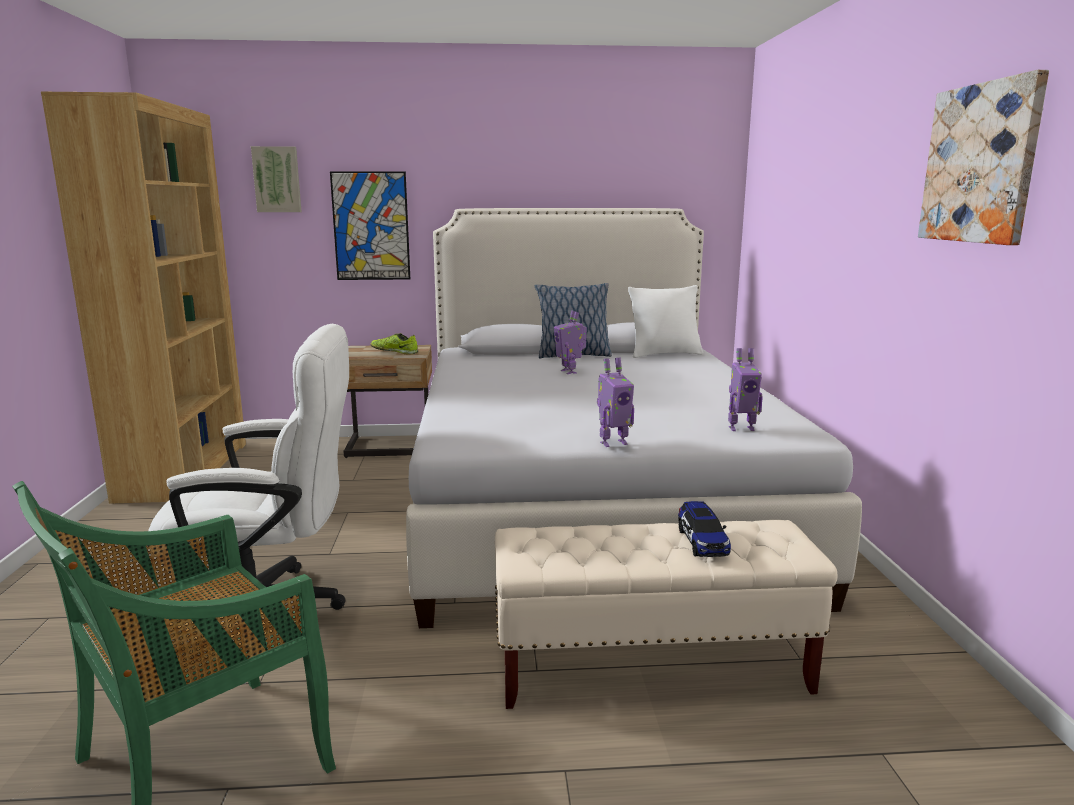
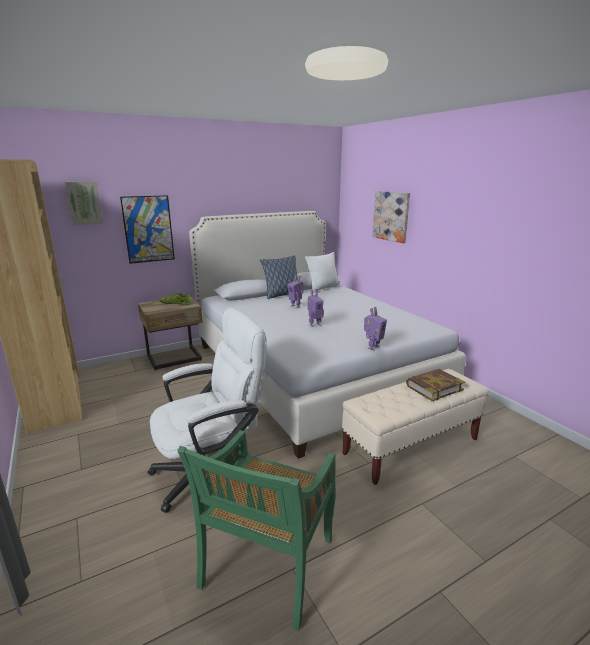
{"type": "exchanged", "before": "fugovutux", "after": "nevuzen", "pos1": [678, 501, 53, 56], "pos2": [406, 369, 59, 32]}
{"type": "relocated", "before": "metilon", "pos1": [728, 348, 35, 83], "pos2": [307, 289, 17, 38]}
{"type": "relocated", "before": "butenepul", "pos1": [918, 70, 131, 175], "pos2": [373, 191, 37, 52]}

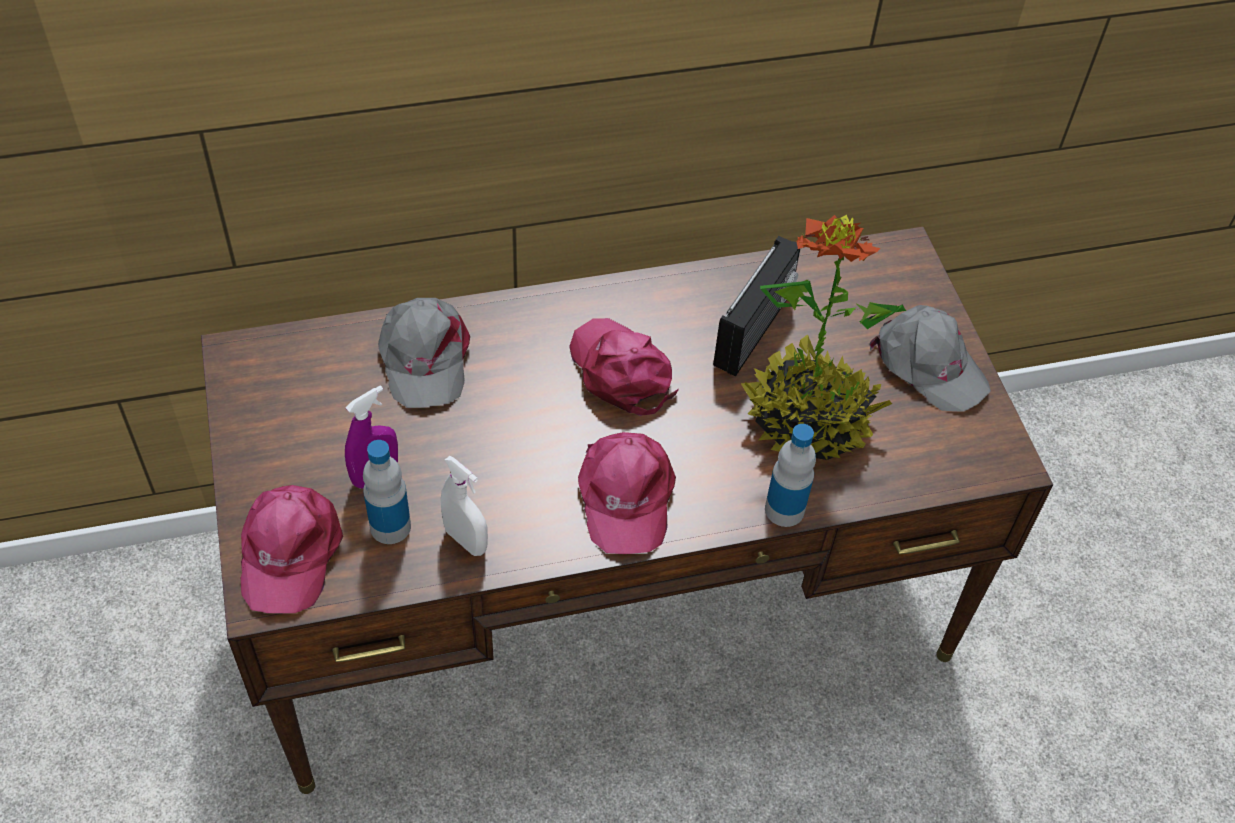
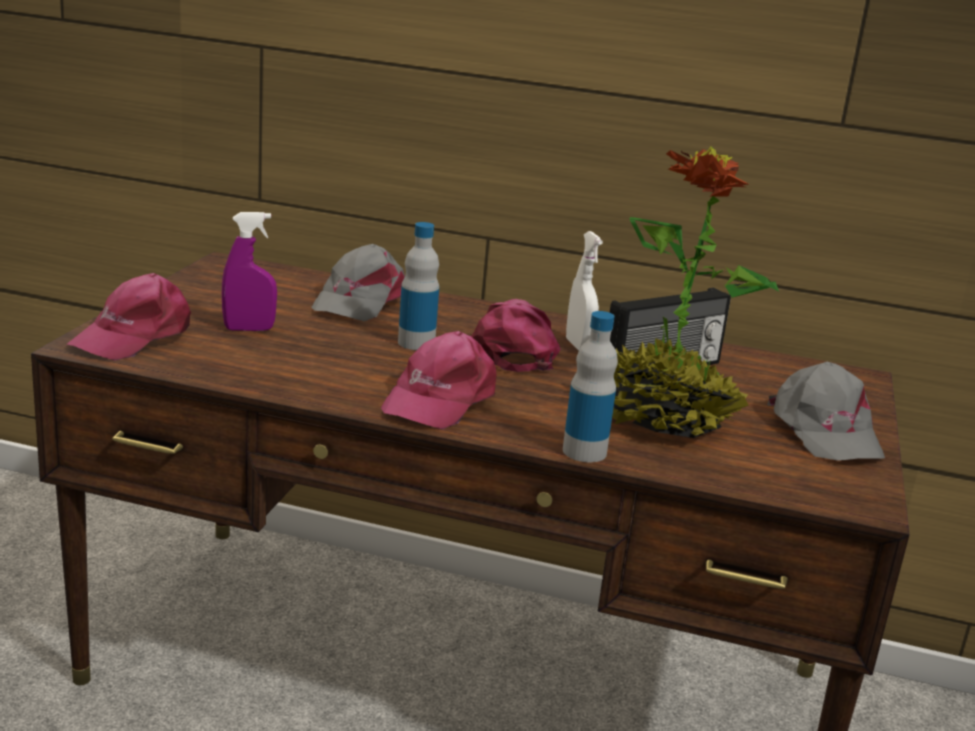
{"type": "relocated", "before": "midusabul", "pos1": [363, 440, 48, 104], "pos2": [398, 222, 41, 128]}
{"type": "relocated", "before": "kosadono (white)", "pos1": [441, 456, 47, 100], "pos2": [566, 231, 37, 119]}

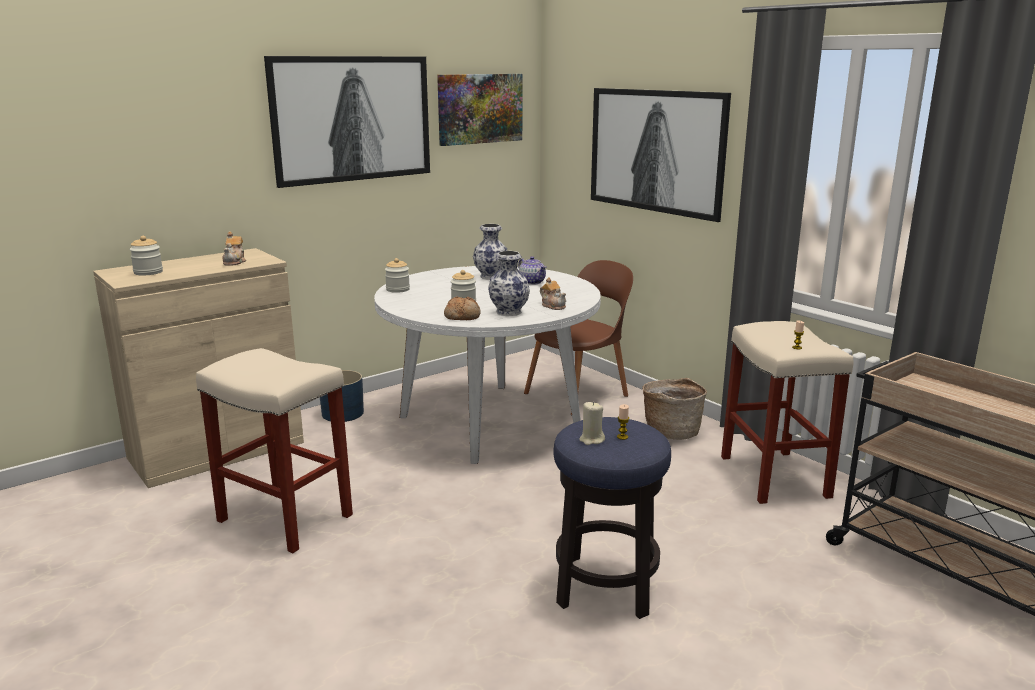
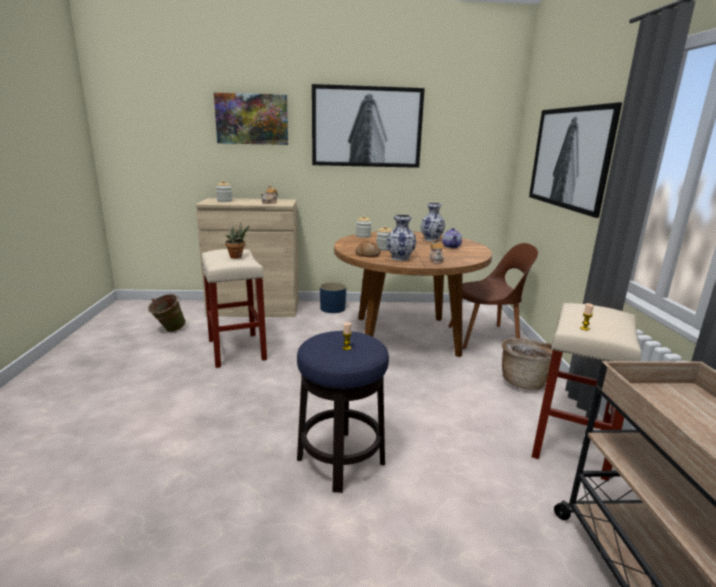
{"type": "colour", "before": "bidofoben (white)", "after": "bidofoben (brown)", "pos1": [374, 266, 227, 198], "pos2": [334, 231, 158, 126]}
{"type": "relocated", "before": "butenepul", "pos1": [437, 74, 85, 72], "pos2": [214, 92, 74, 53]}
{"type": "missing", "before": "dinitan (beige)", "pos1": [579, 402, 26, 43]}
{"type": "appeared", "after": "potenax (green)", "pos2": [148, 294, 38, 38]}
{"type": "appeared", "after": "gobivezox", "pos2": [225, 224, 25, 34]}

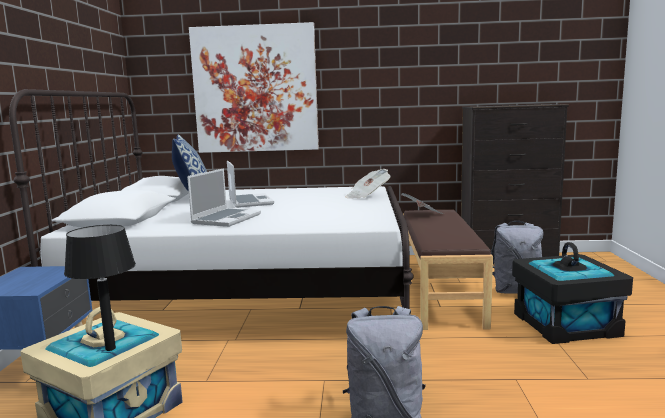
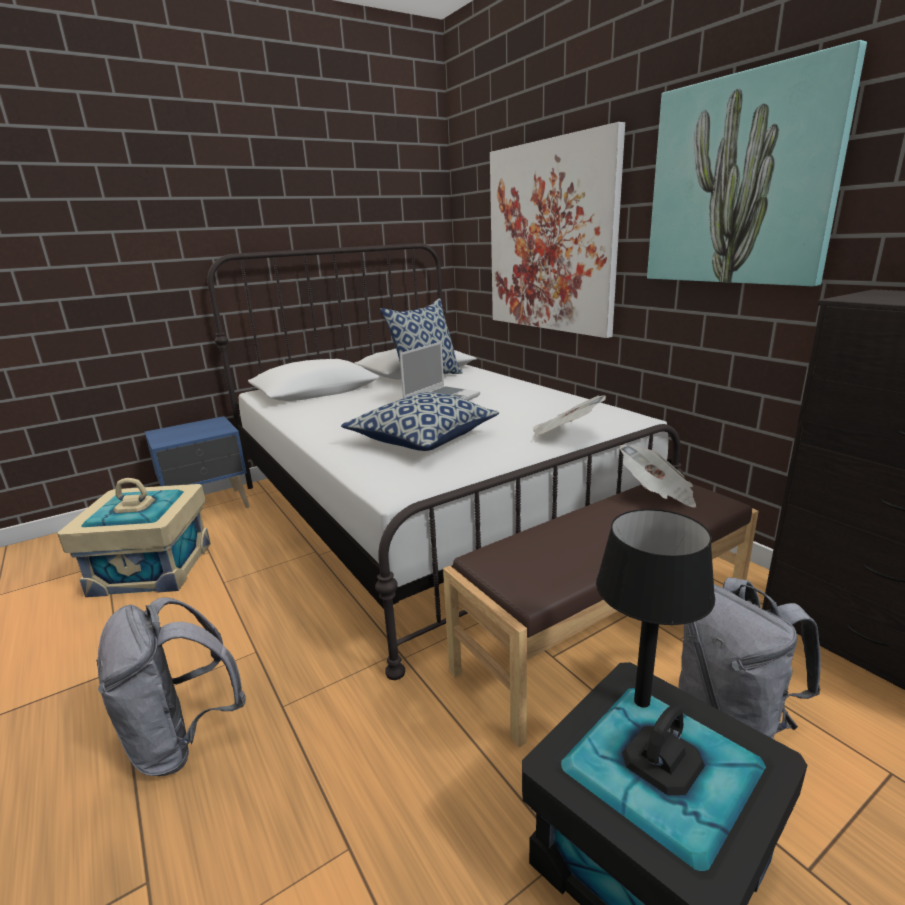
{"type": "relocated", "before": "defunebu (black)", "pos1": [64, 225, 72, 126], "pos2": [596, 509, 119, 199]}
{"type": "missing", "before": "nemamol", "pos1": [187, 168, 74, 59]}
{"type": "appeared", "after": "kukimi", "pos2": [341, 392, 158, 59]}
{"type": "appeared", "after": "butenepul", "pos2": [647, 40, 220, 246]}

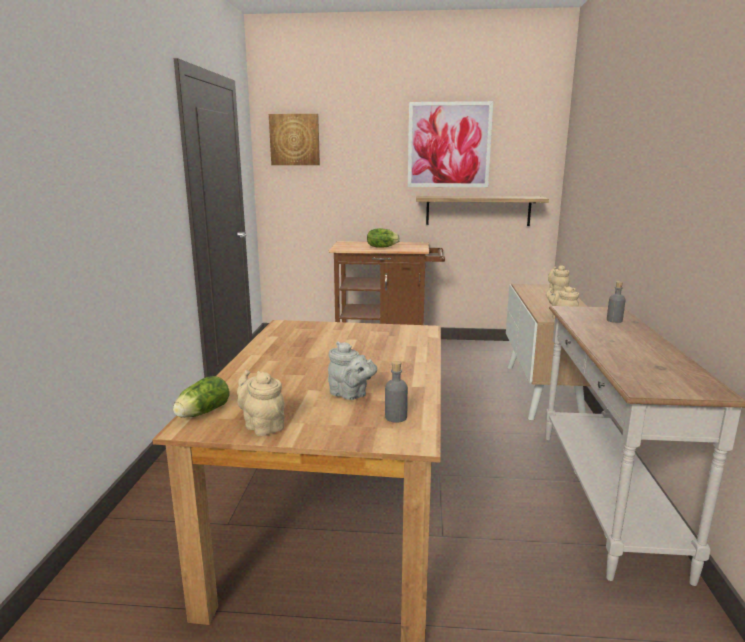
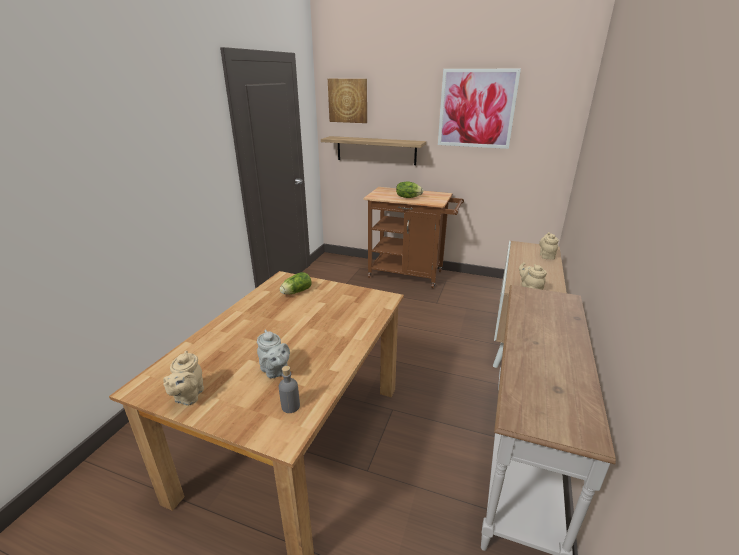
{"type": "relocated", "before": "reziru", "pos1": [173, 376, 56, 42], "pos2": [280, 272, 32, 22]}
{"type": "spun", "before": "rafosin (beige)", "pos1": [237, 370, 48, 66], "pos2": [163, 350, 41, 56], "turn": -150}
{"type": "relocated", "before": "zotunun", "pos1": [416, 196, 133, 30], "pos2": [321, 136, 105, 29]}
{"type": "missing", "before": "midusabul (grey)", "pos1": [607, 281, 19, 42]}

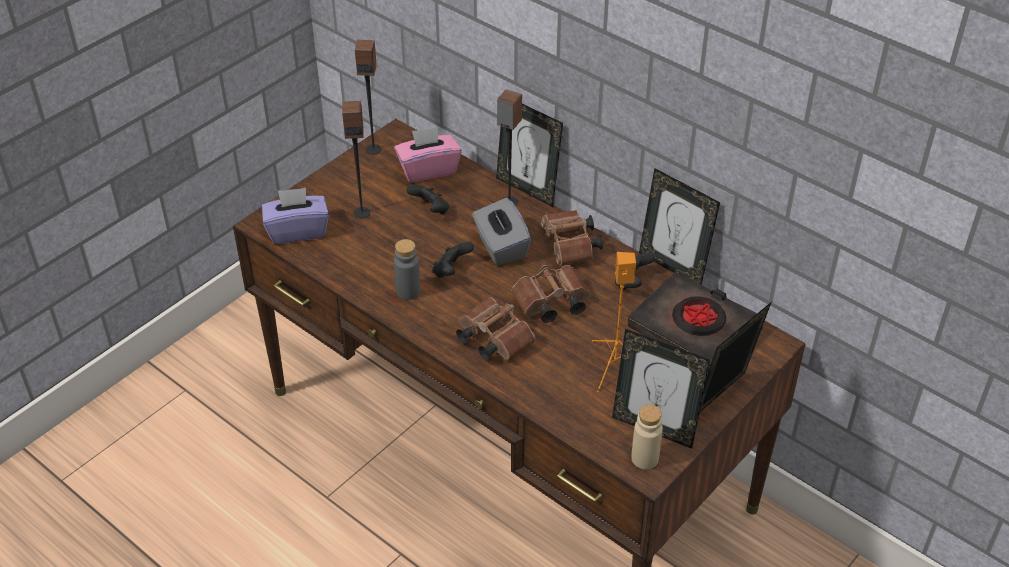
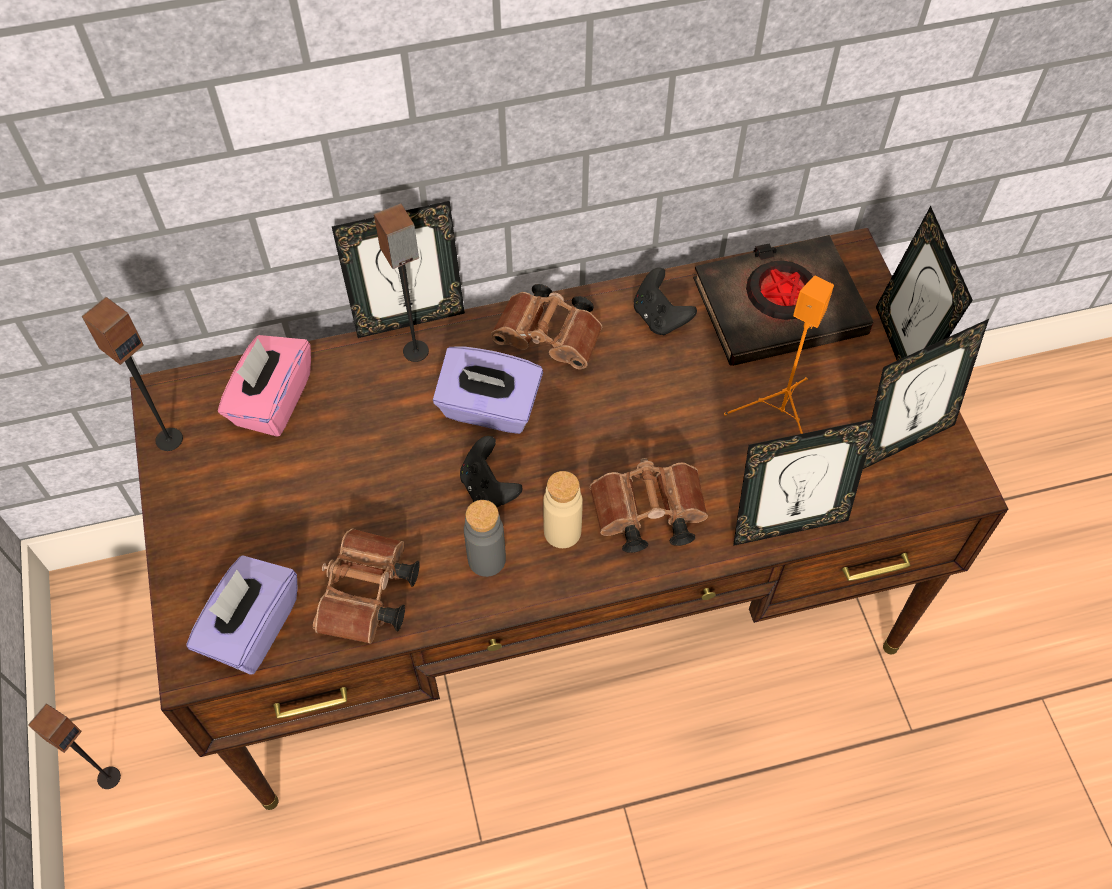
{"type": "relocated", "before": "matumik", "pos1": [342, 101, 29, 117], "pos2": [28, 704, 93, 85]}
{"type": "missing", "before": "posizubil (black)", "pos1": [406, 185, 43, 29]}
{"type": "colour", "before": "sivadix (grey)", "after": "sivadix (purple)", "pos1": [472, 198, 59, 67], "pos2": [433, 346, 110, 88]}
{"type": "relocated", "before": "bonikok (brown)", "pos1": [511, 265, 80, 58], "pos2": [313, 528, 107, 116]}
{"type": "relocated", "before": "midusabul (beige)", "pos1": [631, 404, 32, 65], "pos2": [543, 471, 40, 77]}
{"type": "relocated", "before": "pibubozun", "pos1": [639, 168, 81, 117], "pos2": [733, 418, 144, 128]}

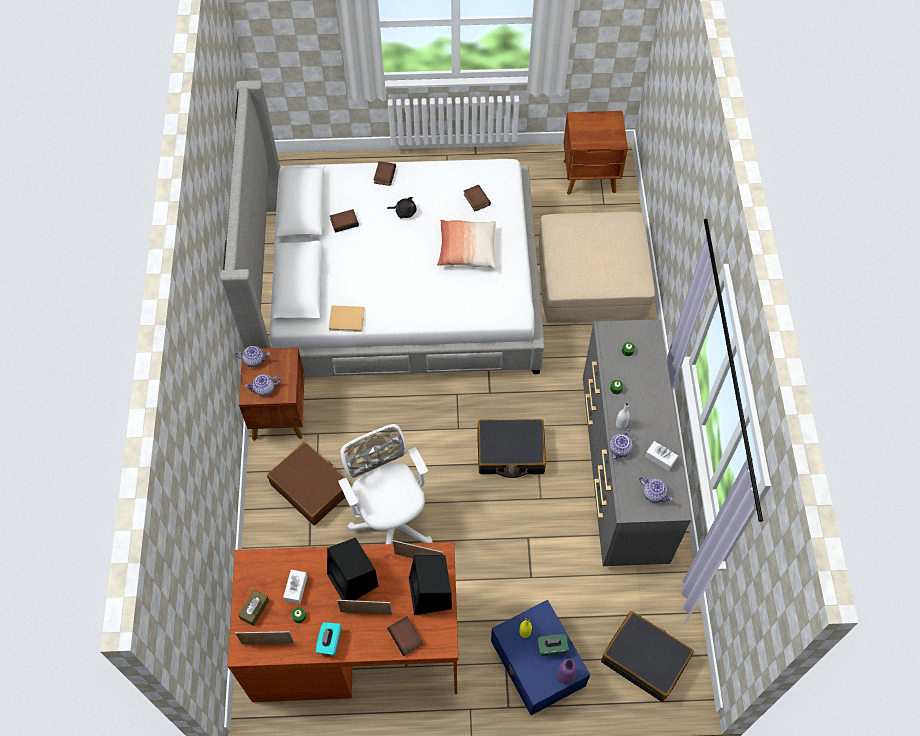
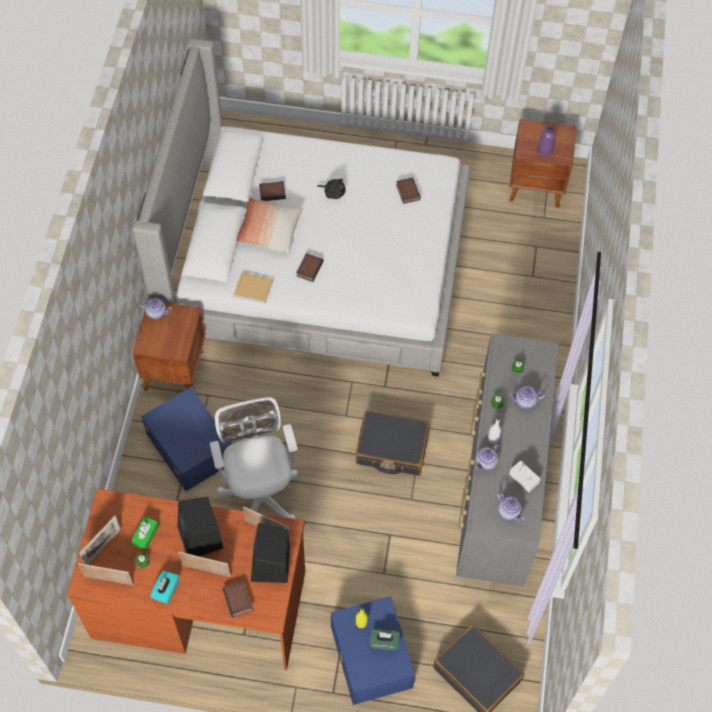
{"type": "exchanged", "before": "sivadix (brown)", "after": "pibubozun", "pos1": [238, 590, 31, 36], "pos2": [80, 516, 41, 49]}
{"type": "relocated", "before": "rafosin", "pos1": [244, 374, 37, 22], "pos2": [509, 386, 36, 23]}
{"type": "exchanged", "before": "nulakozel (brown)", "after": "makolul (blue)", "pos1": [267, 442, 84, 83], "pos2": [141, 387, 91, 104]}
{"type": "colour", "before": "sivadix (white)", "after": "sivadix (green)", "pos1": [283, 570, 25, 34], "pos2": [131, 516, 28, 34]}
{"type": "relocated", "before": "nevuzen", "pos1": [373, 161, 23, 25], "pos2": [296, 253, 28, 29]}
{"type": "relocated", "before": "kukimi", "pos1": [437, 220, 59, 49], "pos2": [237, 197, 66, 58]}
{"type": "missing", "before": "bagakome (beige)", "pos1": [539, 211, 116, 113]}
{"type": "relocated", "before": "midusabul (purple)", "pos1": [557, 659, 20, 26], "pos2": [538, 126, 18, 31]}

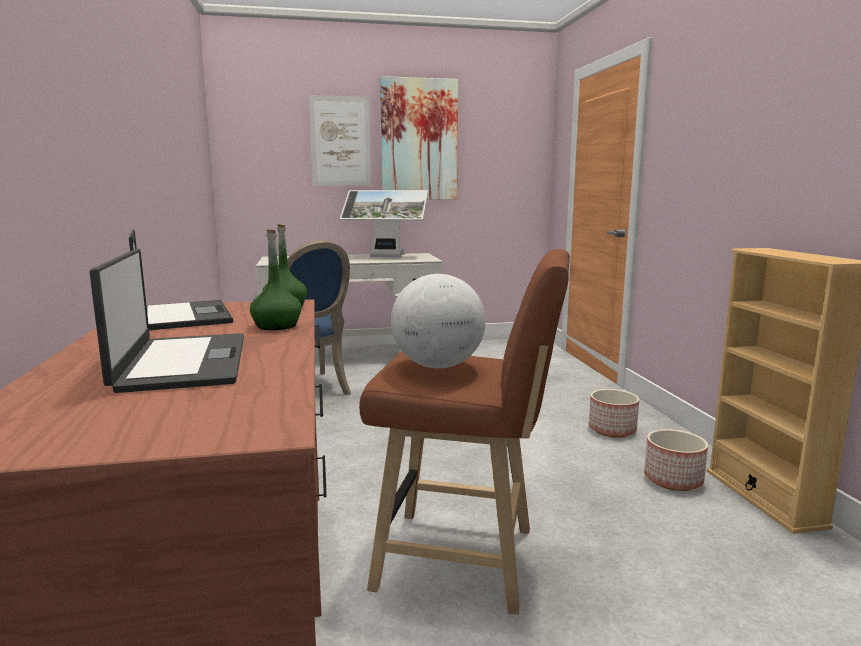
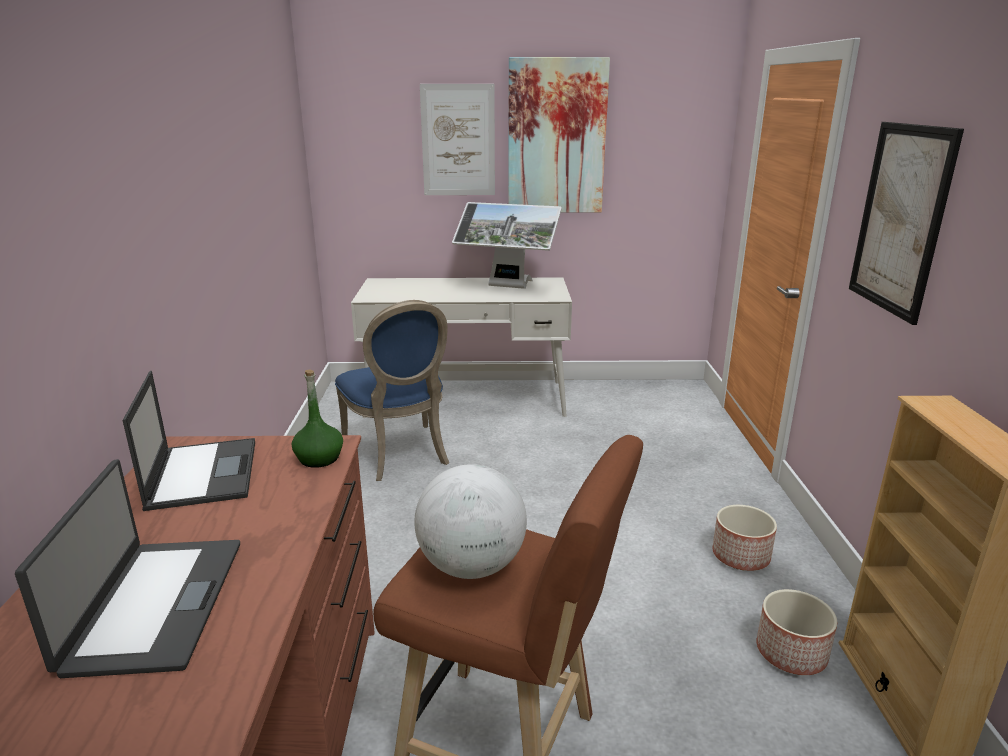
{"type": "missing", "before": "midusabul (green)", "pos1": [250, 230, 52, 100]}
{"type": "appeared", "after": "butenepul", "pos2": [849, 122, 115, 203]}

